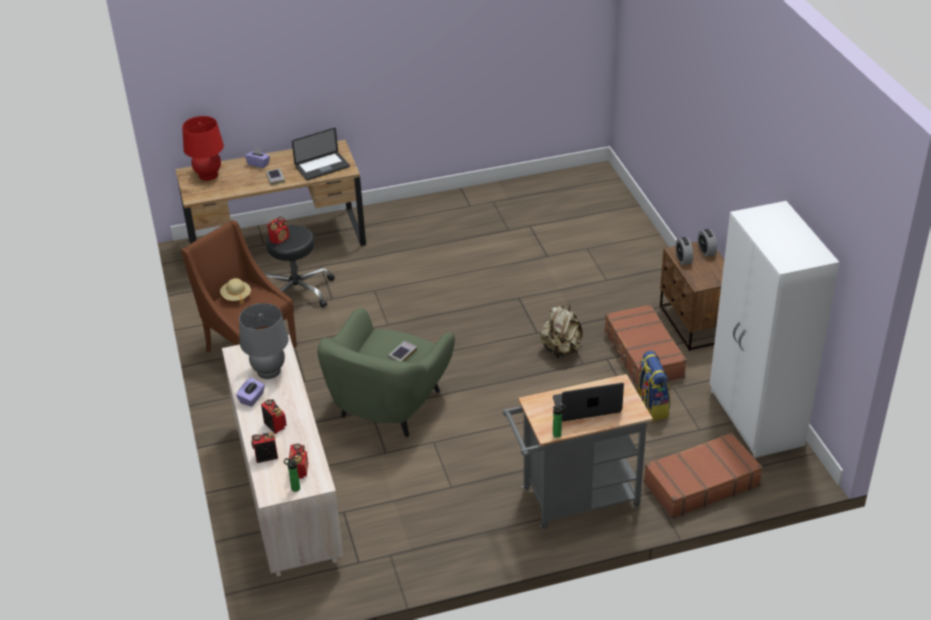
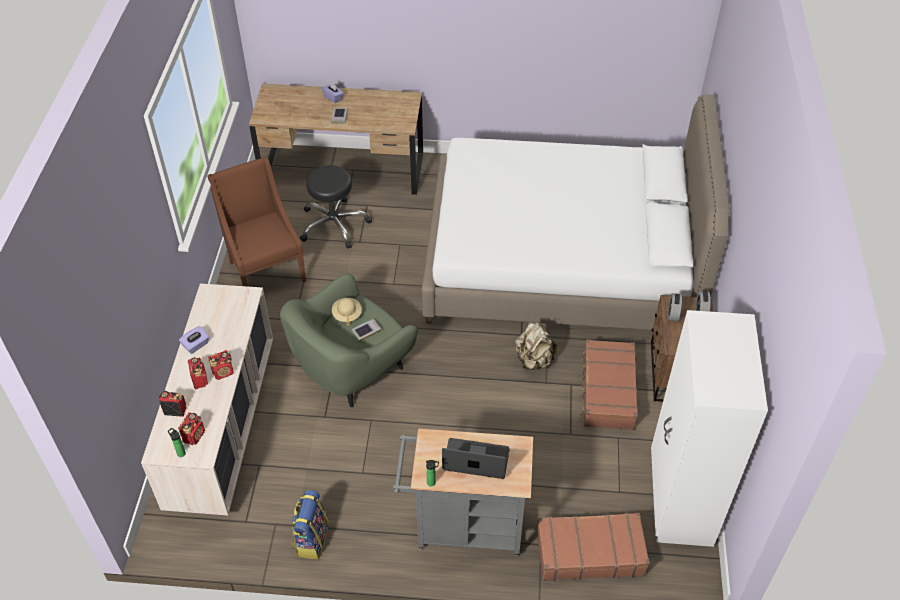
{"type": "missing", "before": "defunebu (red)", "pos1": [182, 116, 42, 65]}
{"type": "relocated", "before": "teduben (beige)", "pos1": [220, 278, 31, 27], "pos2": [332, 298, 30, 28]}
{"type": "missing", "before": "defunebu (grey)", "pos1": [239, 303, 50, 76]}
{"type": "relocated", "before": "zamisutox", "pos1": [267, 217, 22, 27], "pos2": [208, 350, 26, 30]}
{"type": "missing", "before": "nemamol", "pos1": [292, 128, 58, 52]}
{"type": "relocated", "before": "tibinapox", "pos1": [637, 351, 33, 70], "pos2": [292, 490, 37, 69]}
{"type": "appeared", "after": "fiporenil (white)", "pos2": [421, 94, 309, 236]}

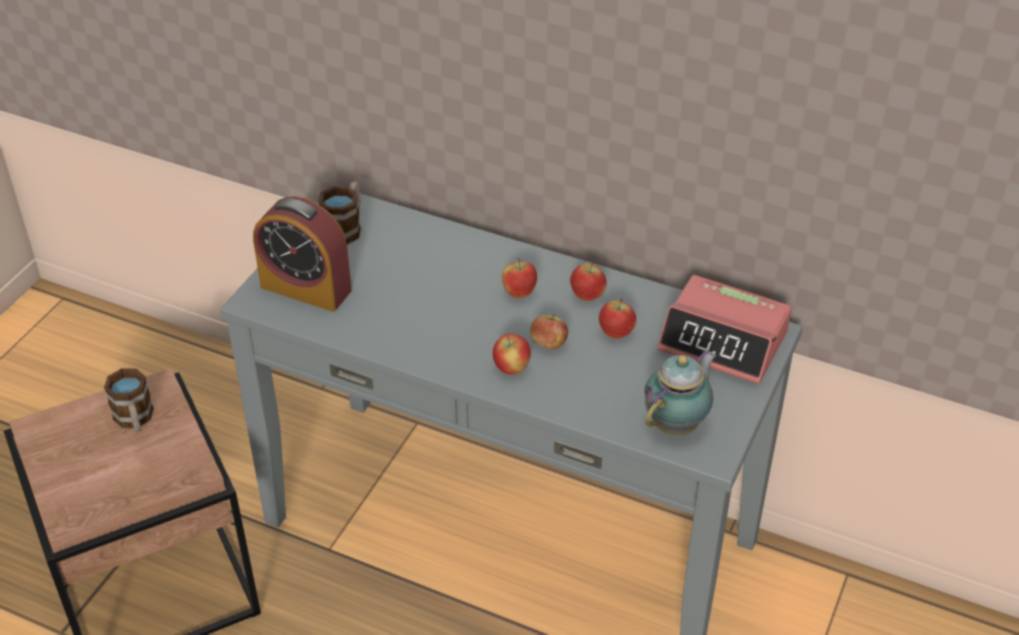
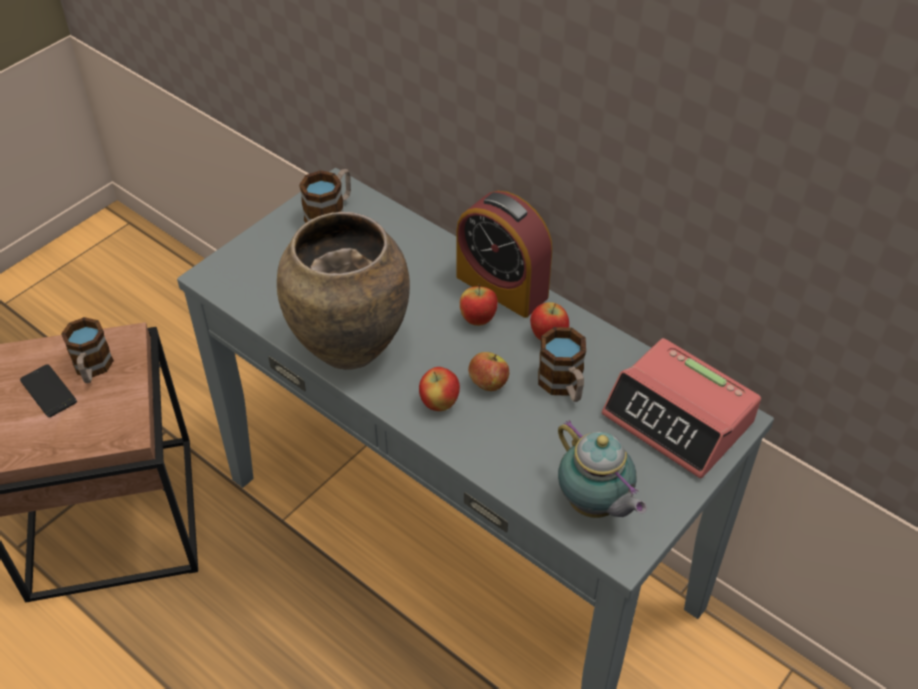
{"type": "relocated", "before": "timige", "pos1": [253, 196, 99, 116], "pos2": [456, 191, 96, 127]}
{"type": "exchanged", "before": "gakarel", "after": "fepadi", "pos1": [599, 299, 37, 40], "pos2": [538, 327, 48, 75]}
{"type": "spun", "before": "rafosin", "pos1": [644, 350, 73, 85], "pos2": [558, 420, 89, 98], "turn": 90}
{"type": "appeared", "after": "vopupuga", "pos2": [20, 364, 57, 53]}
{"type": "appeared", "after": "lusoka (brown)", "pos2": [277, 212, 133, 158]}

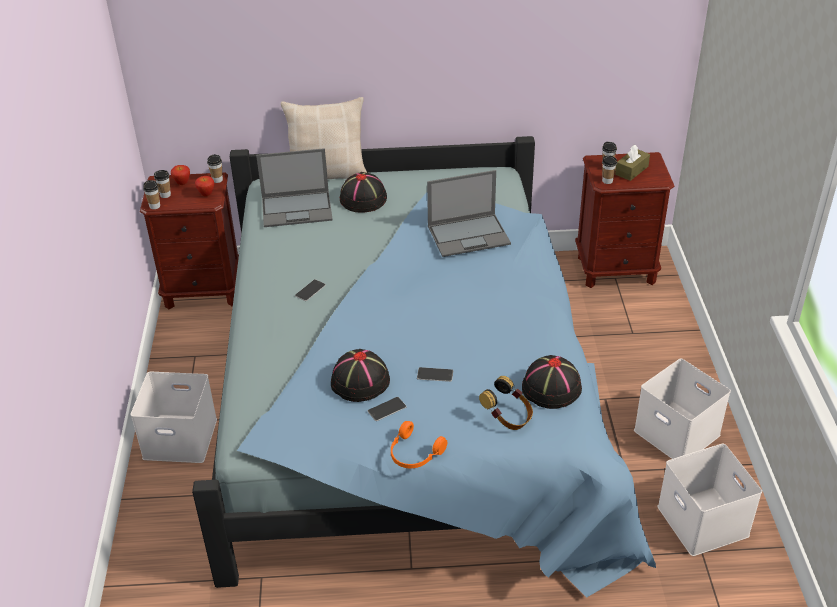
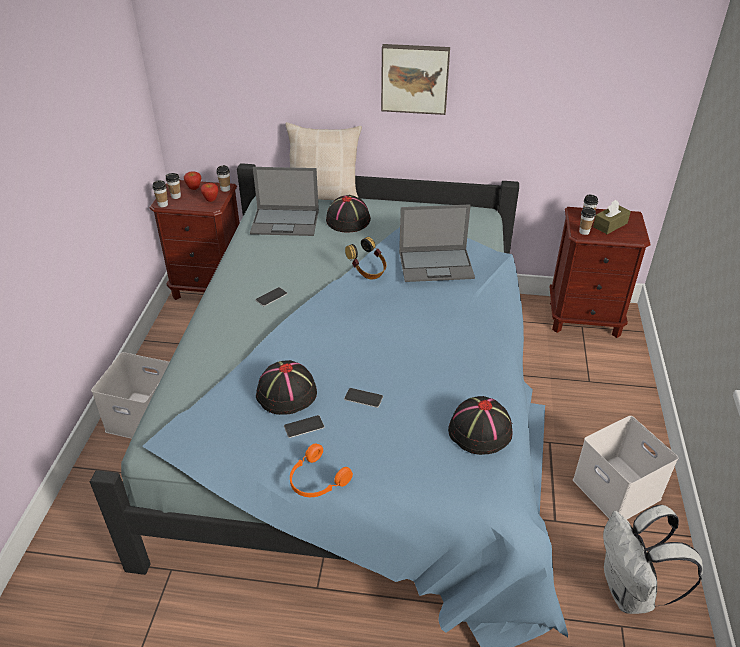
{"type": "relocated", "before": "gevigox", "pos1": [479, 376, 54, 54], "pos2": [345, 237, 42, 42]}
{"type": "exchanged", "before": "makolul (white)", "after": "tibinapox (white)", "pos1": [658, 444, 104, 112], "pos2": [603, 505, 100, 109]}
{"type": "appeared", "after": "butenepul", "pos2": [381, 44, 69, 71]}

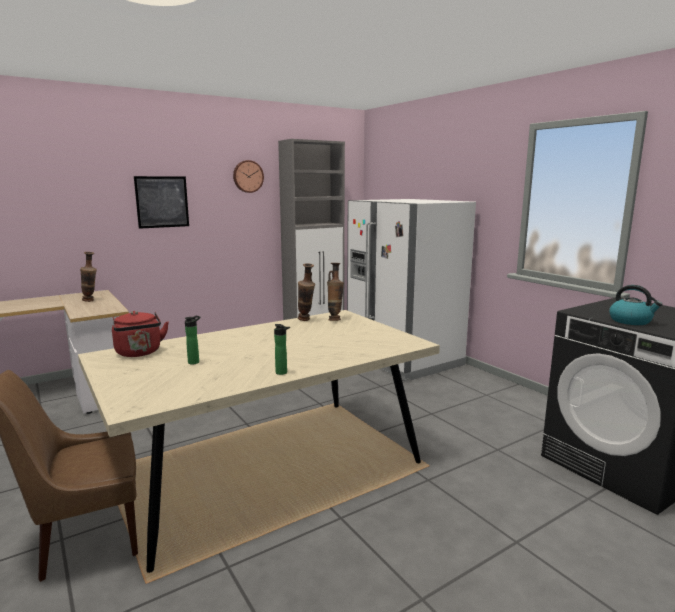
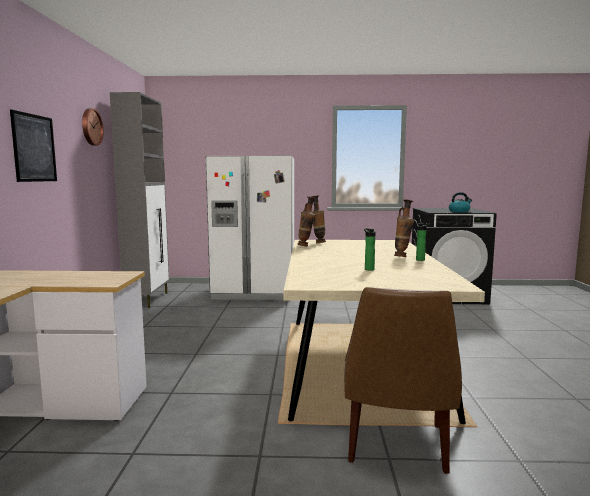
{"type": "relocated", "before": "lusoka", "pos1": [80, 252, 17, 50], "pos2": [394, 200, 20, 57]}
{"type": "missing", "before": "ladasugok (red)", "pos1": [112, 311, 57, 46]}

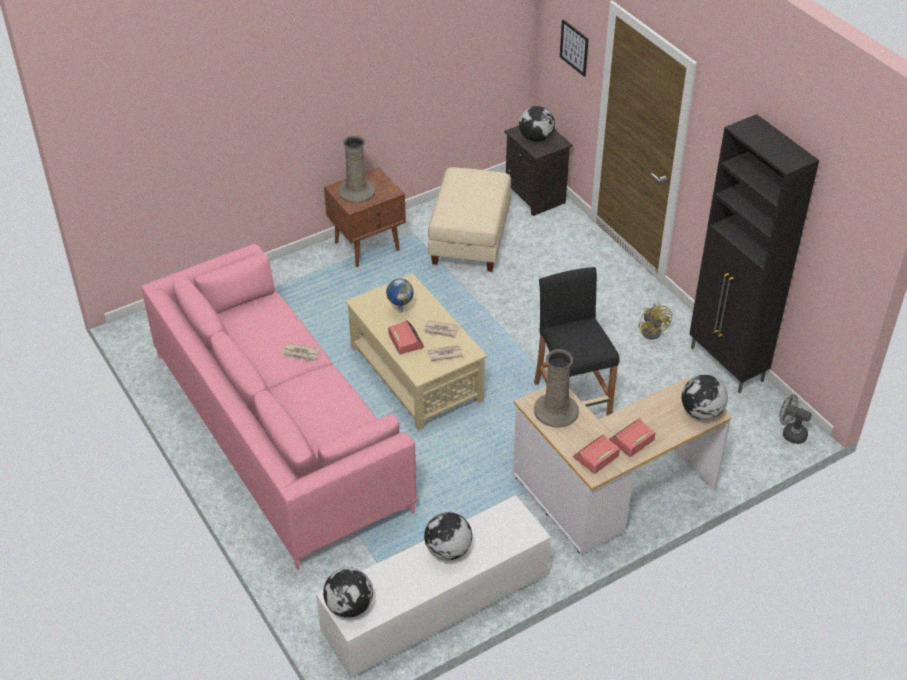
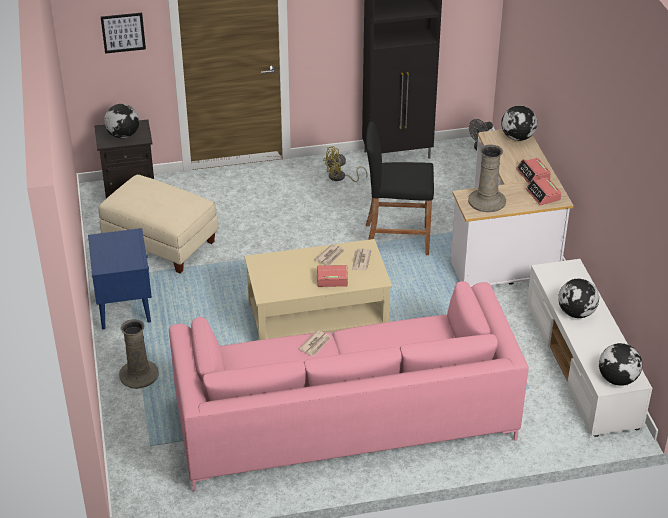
{"type": "colour", "before": "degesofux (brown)", "after": "degesofux (blue)", "pos1": [324, 167, 82, 100], "pos2": [88, 228, 64, 101]}
{"type": "relocated", "before": "lusoka (beige)", "pos1": [338, 135, 37, 68], "pos2": [119, 319, 40, 70]}
{"type": "missing", "before": "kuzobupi", "pos1": [386, 278, 28, 35]}
{"type": "spun", "before": "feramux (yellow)", "pos1": [638, 303, 34, 37], "pos2": [323, 146, 44, 36], "turn": 150}

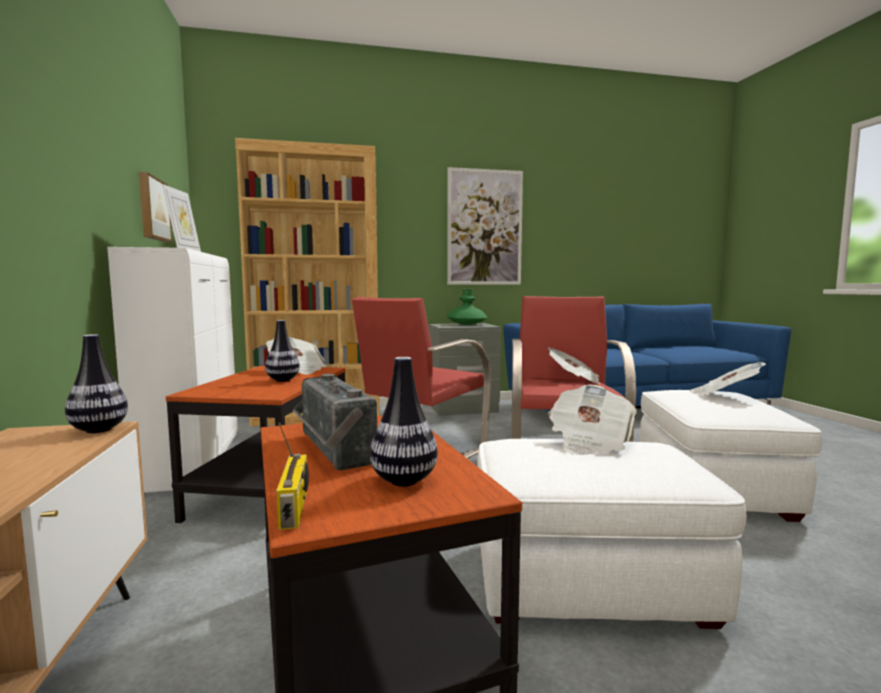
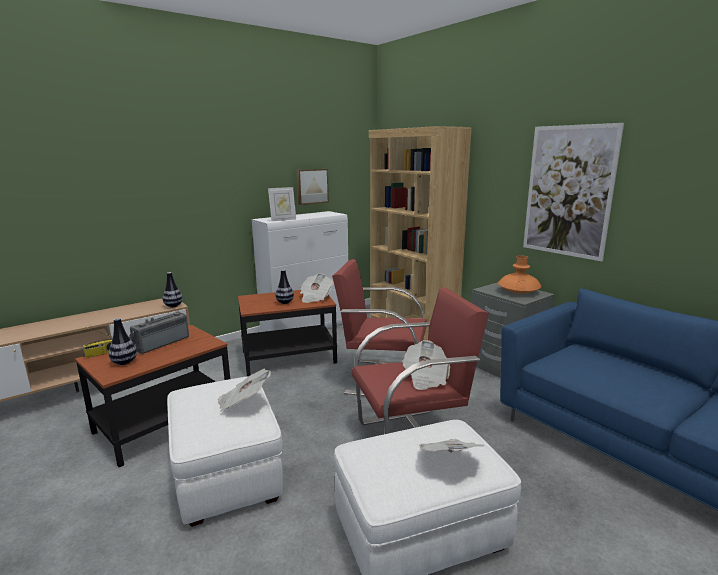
{"type": "colour", "before": "lusoka (green)", "after": "lusoka (orange)", "pos1": [447, 288, 40, 37], "pos2": [498, 255, 44, 39]}

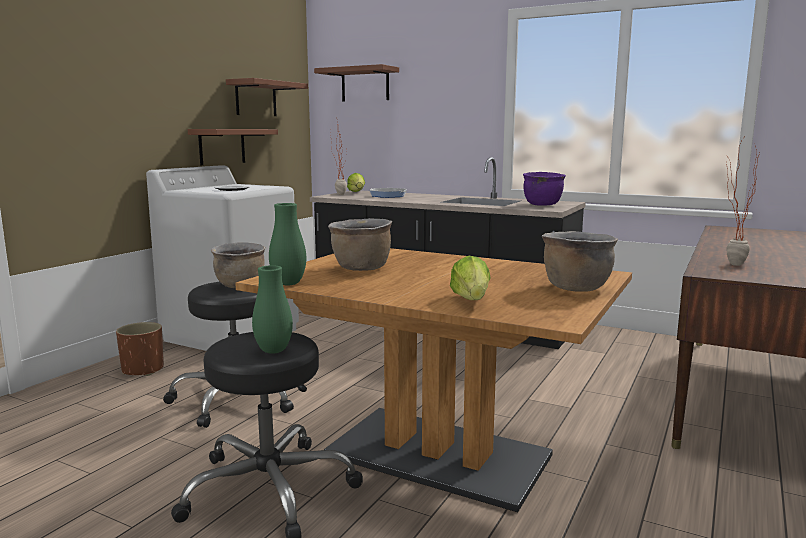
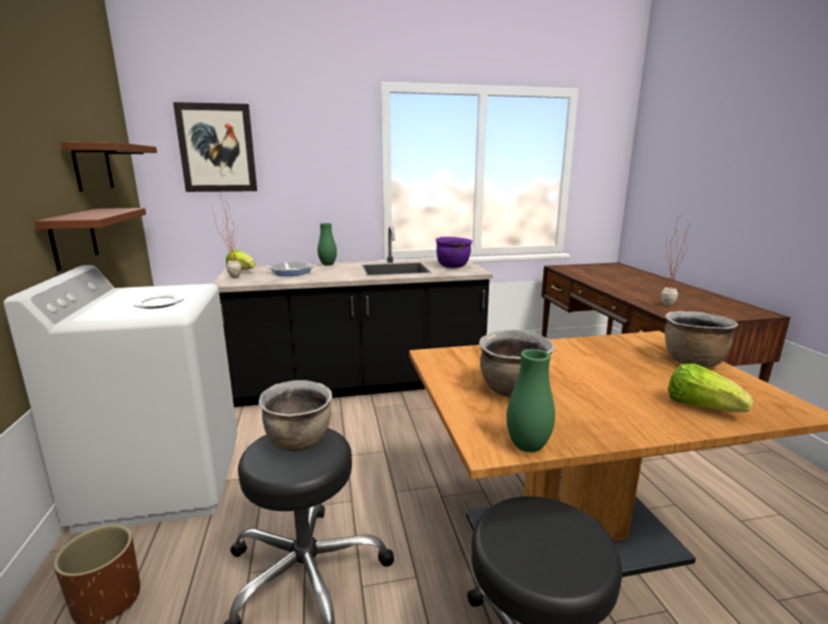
{"type": "relocated", "before": "lusoka (green)", "pos1": [252, 265, 41, 89], "pos2": [318, 223, 19, 43]}
{"type": "exchanged", "before": "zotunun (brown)", "after": "butenepul", "pos1": [314, 64, 85, 37], "pos2": [173, 102, 84, 90]}

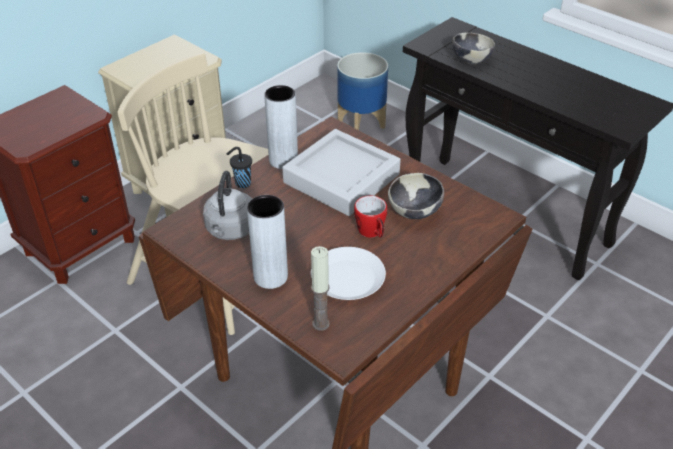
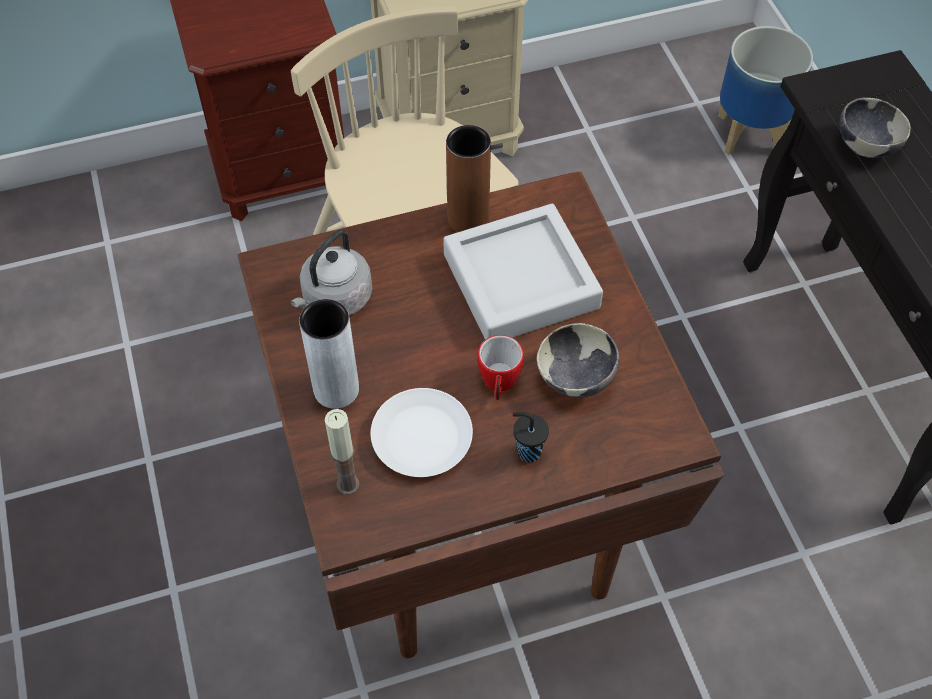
{"type": "relocated", "before": "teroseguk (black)", "pos1": [227, 147, 25, 41], "pos2": [513, 412, 36, 50]}
{"type": "colour", "before": "lusoka (grey)", "after": "lusoka (brown)", "pos1": [264, 85, 34, 84], "pos2": [446, 125, 45, 107]}

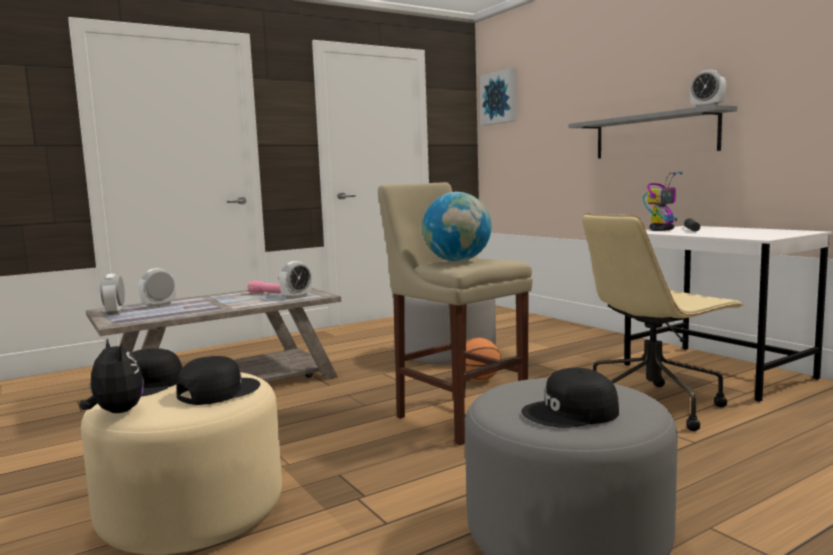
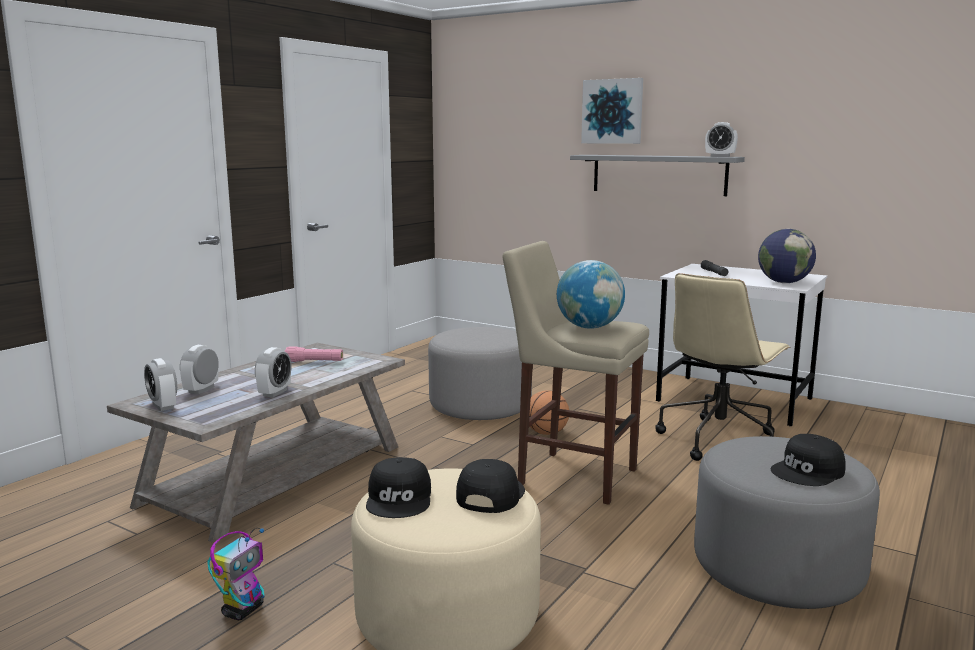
{"type": "missing", "before": "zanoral", "pos1": [80, 338, 64, 75]}
{"type": "relocated", "before": "timige", "pos1": [279, 261, 33, 38], "pos2": [255, 347, 37, 50]}
{"type": "relocated", "before": "butenepul", "pos1": [480, 67, 37, 59], "pos2": [581, 78, 62, 66]}
{"type": "relocated", "before": "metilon", "pos1": [643, 172, 39, 59], "pos2": [207, 528, 58, 92]}
{"type": "appeared", "after": "kuzobupi", "pos2": [758, 229, 58, 54]}

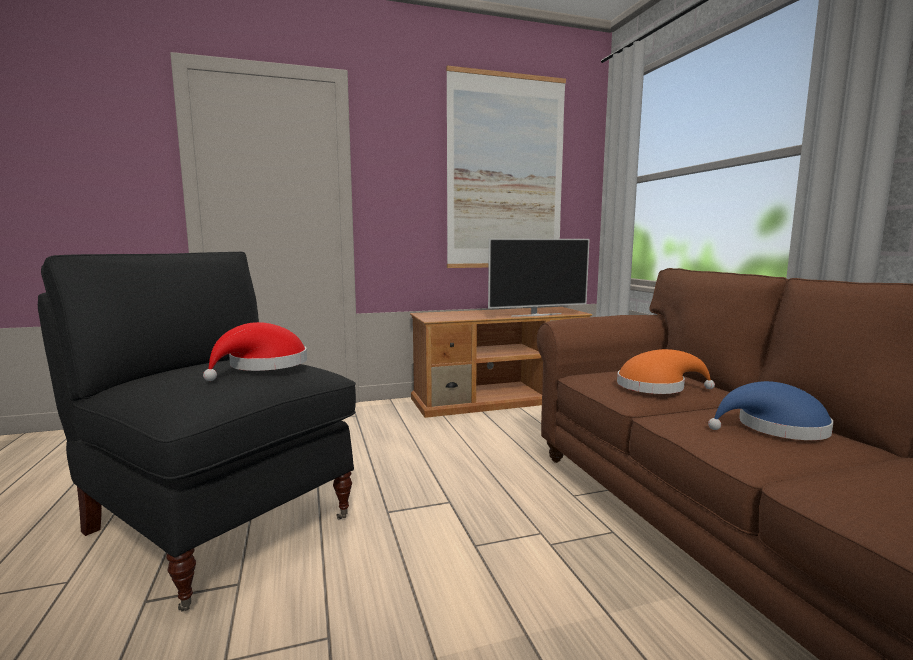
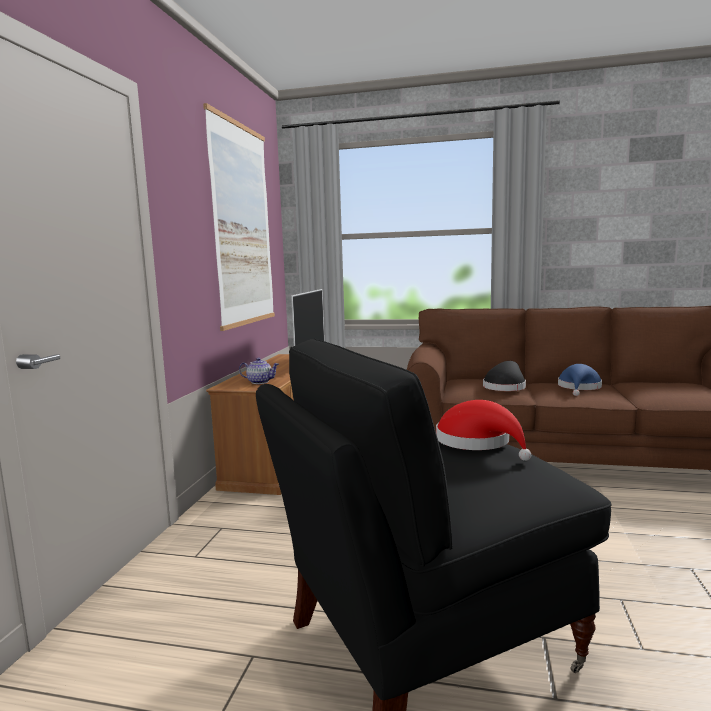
{"type": "colour", "before": "teduben (orange)", "after": "teduben (black)", "pos1": [617, 349, 98, 45], "pos2": [483, 361, 43, 30]}
{"type": "appeared", "after": "rafosin", "pos2": [239, 358, 40, 26]}

